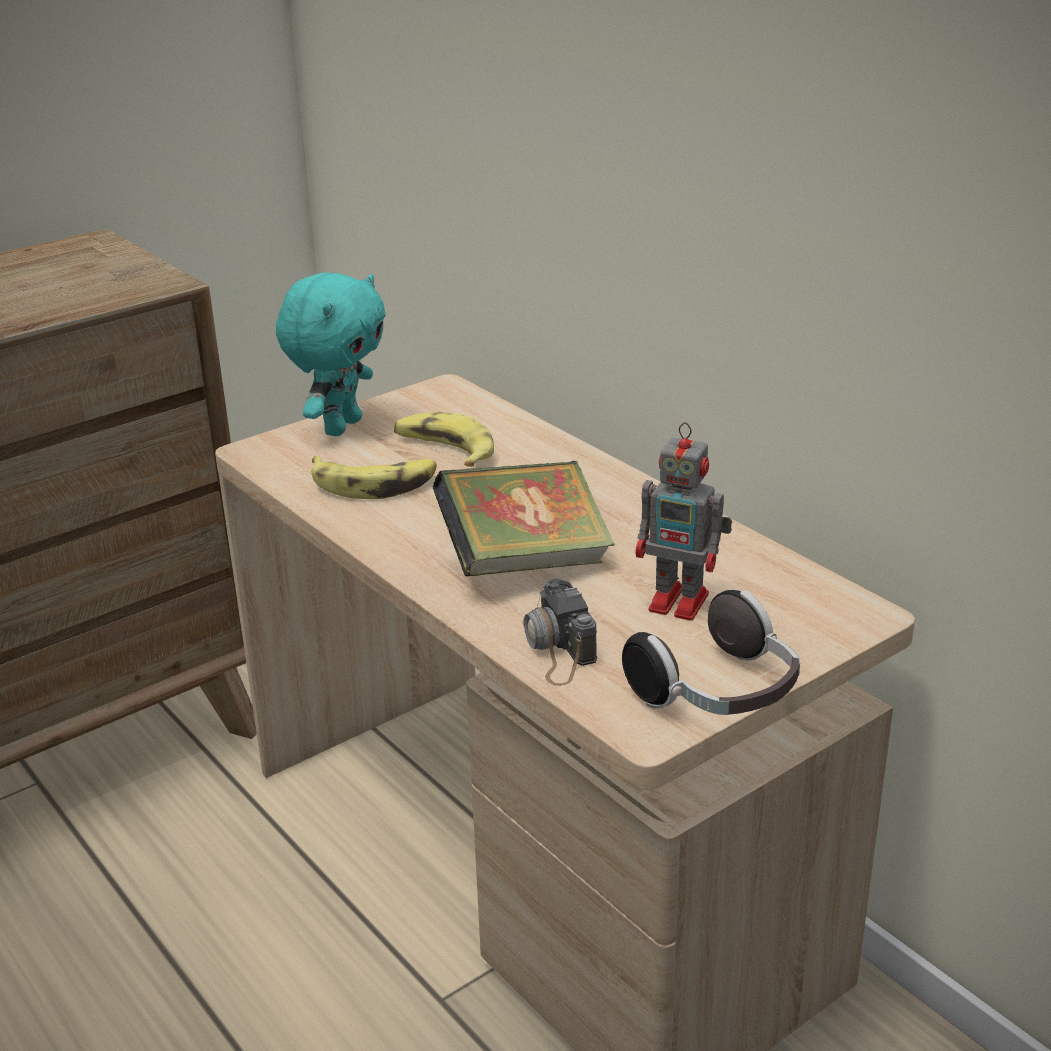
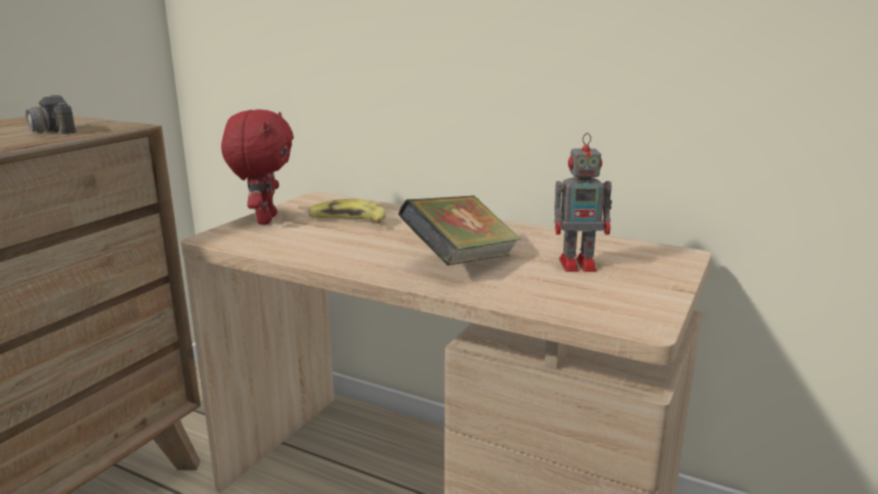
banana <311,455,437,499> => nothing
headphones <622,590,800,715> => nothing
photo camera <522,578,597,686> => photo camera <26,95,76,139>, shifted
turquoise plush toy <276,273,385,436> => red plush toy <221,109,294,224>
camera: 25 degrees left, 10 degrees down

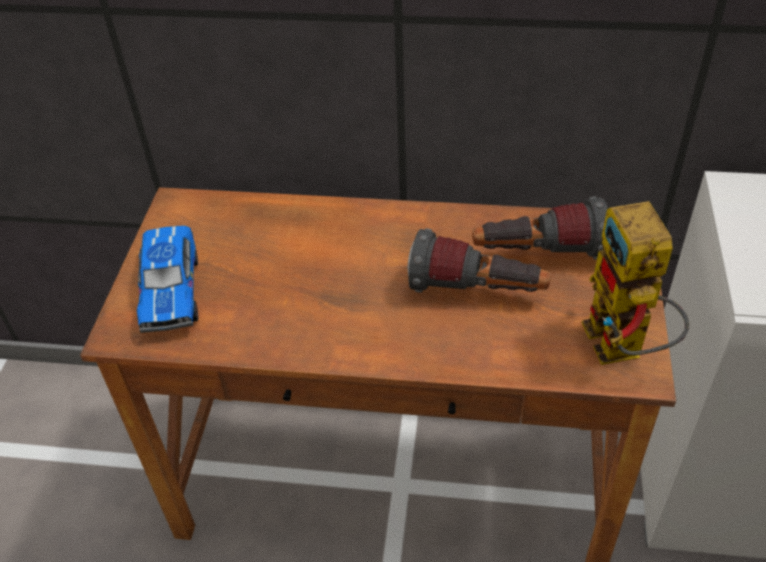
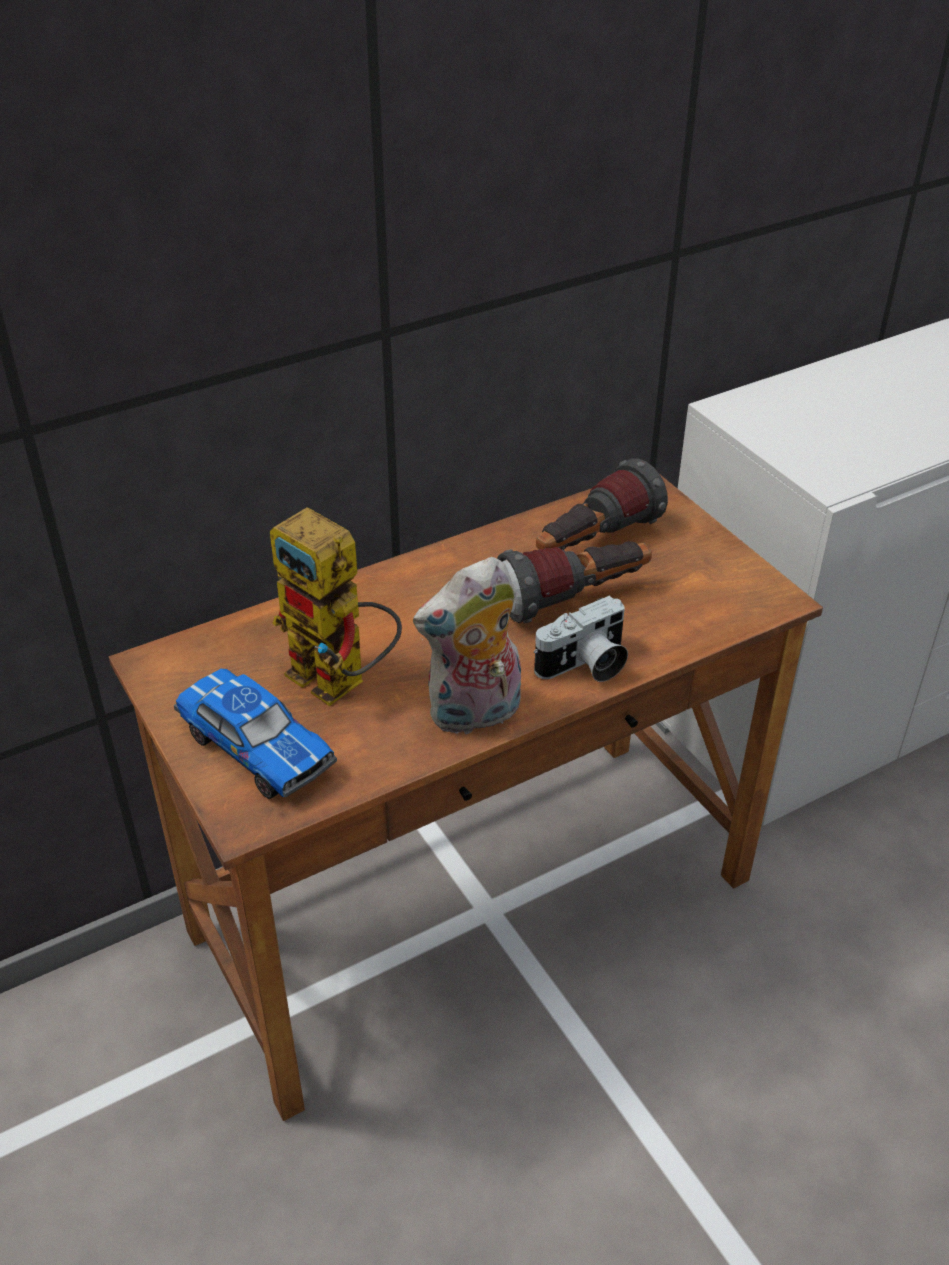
nothing => plush toy <413,557,521,734>
nothing => photo camera <534,596,628,682>
toy robot <581,201,689,365> => toy robot <270,507,402,706>, shifted
camera: 40 degrees left, 5 degrees down

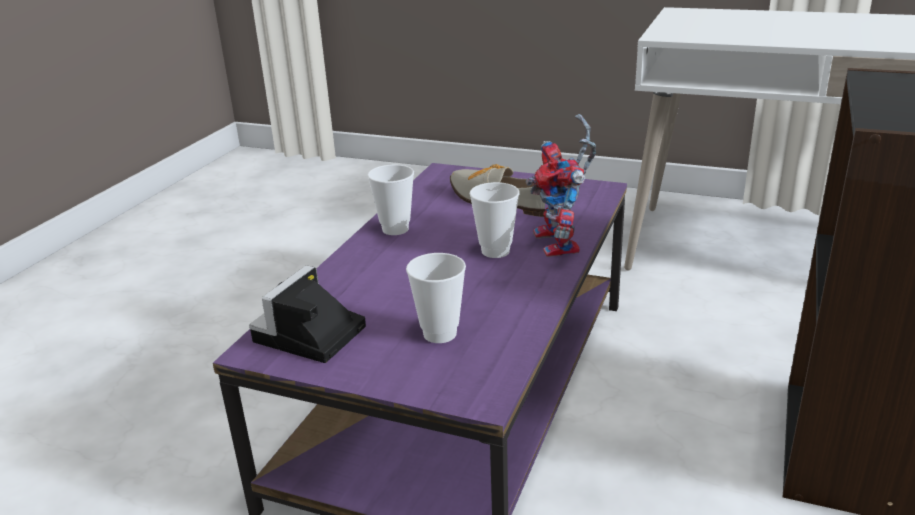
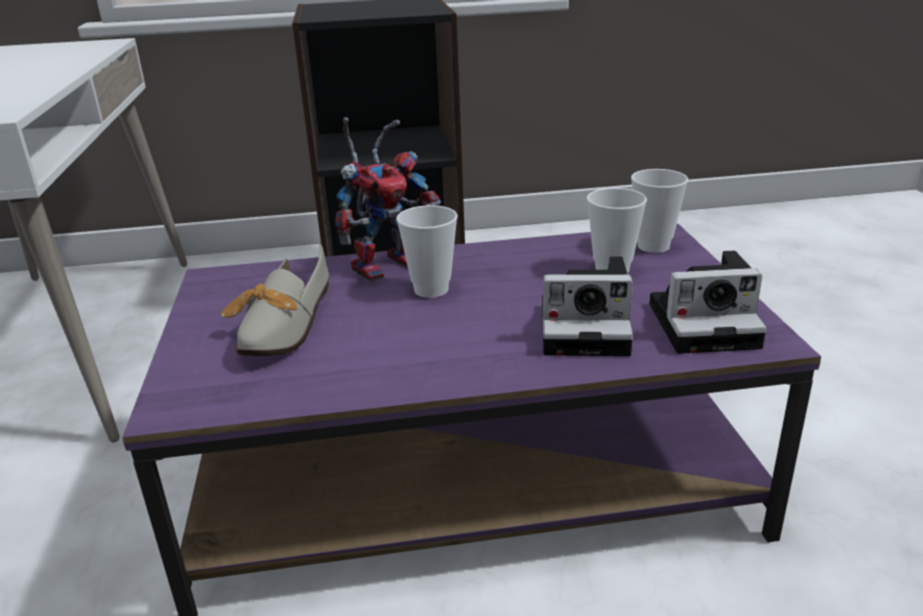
nothing => photo camera <542,256,633,356>
cup <367,164,414,235> => cup <631,169,688,253>, shifted
camera: 120 degrees left, 0 degrees up

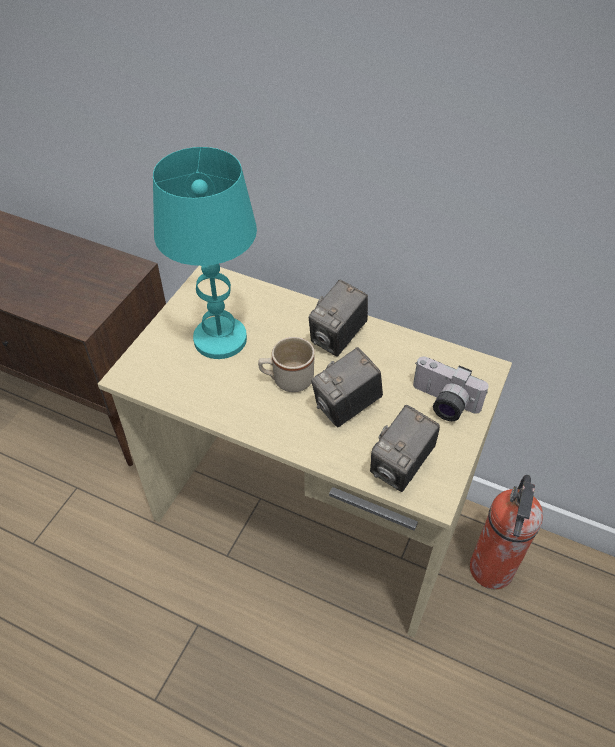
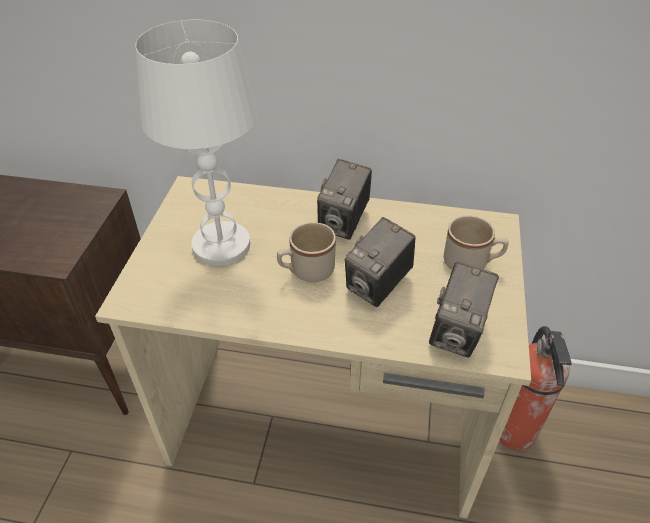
photo camera <413,357,489,421> => beige mug <444,216,509,270>
turquoise table lamp <153,147,257,359> => white table lamp <135,20,258,266>
camera: 15 degrees left, 5 degrees down

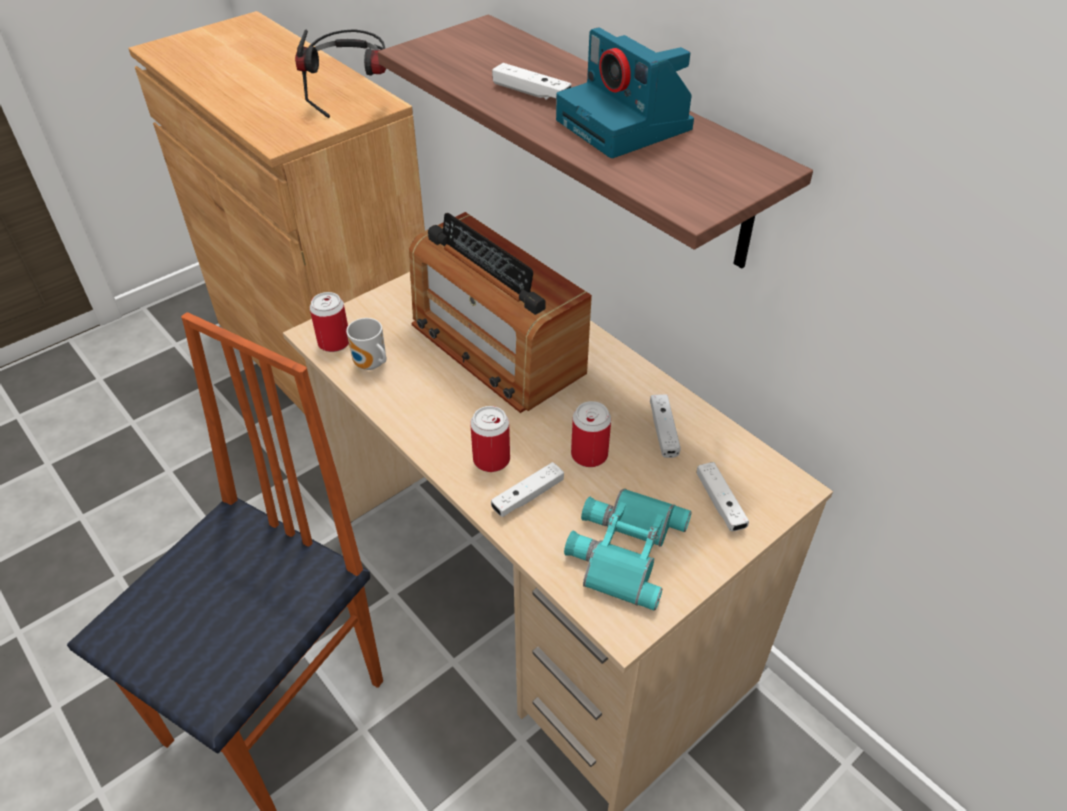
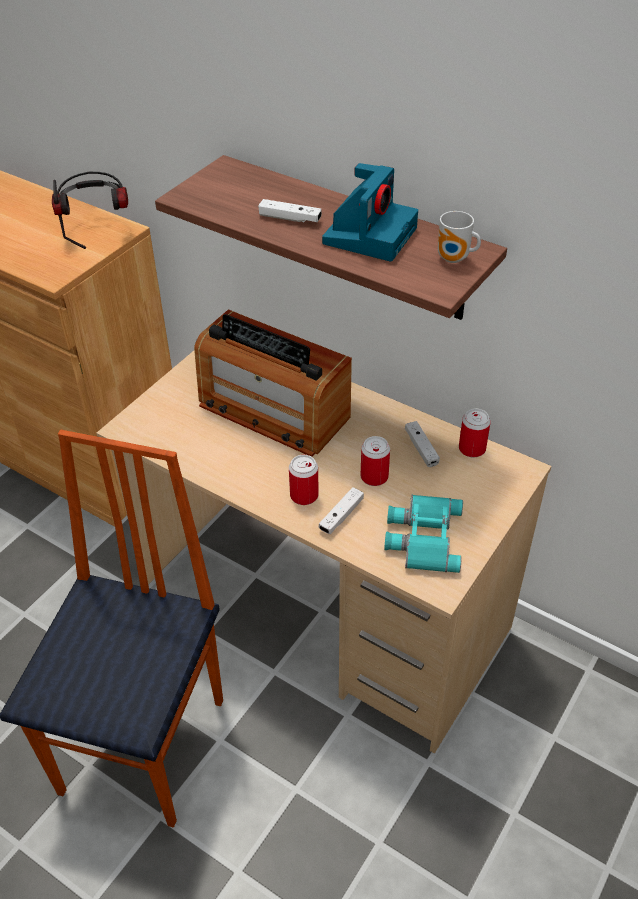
white game controller <697,462,749,531> => nothing
can <310,292,349,352> => can <459,408,491,457>, shifted
mug <346,318,386,370> => mug <438,211,481,263>, shifted
photo camera <556,28,694,158> => photo camera <322,163,418,261>, 105 degrees counterclockwise
camera: 15 degrees left, 0 degrees up

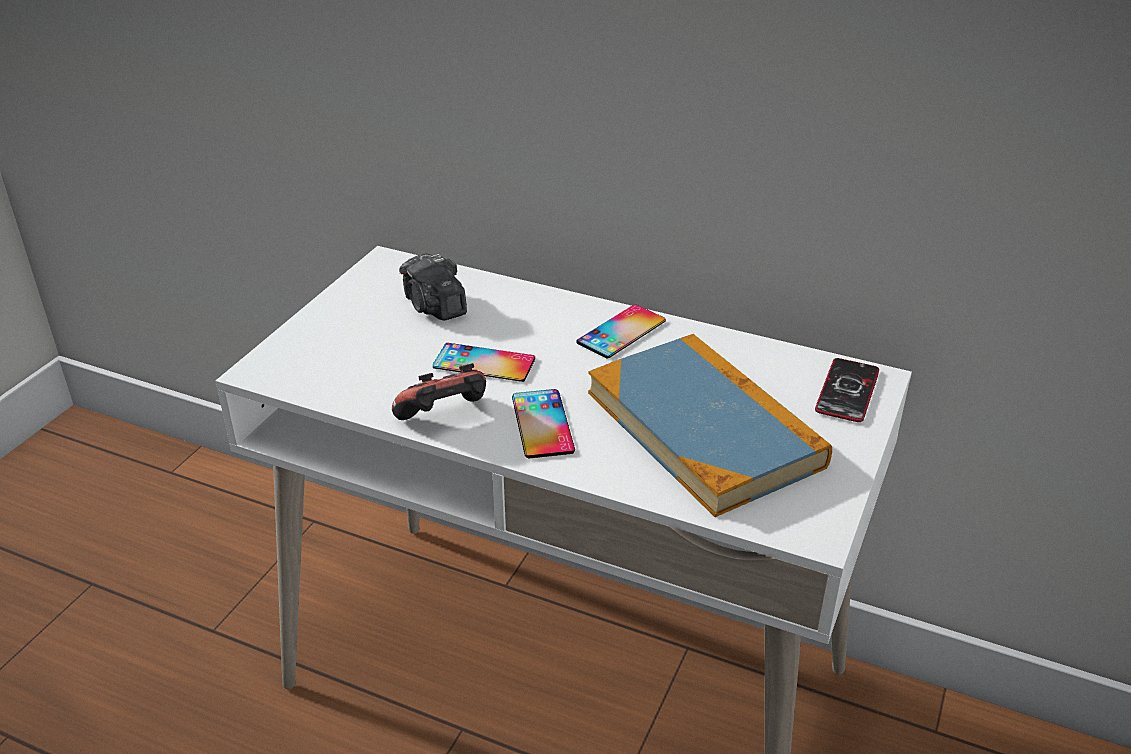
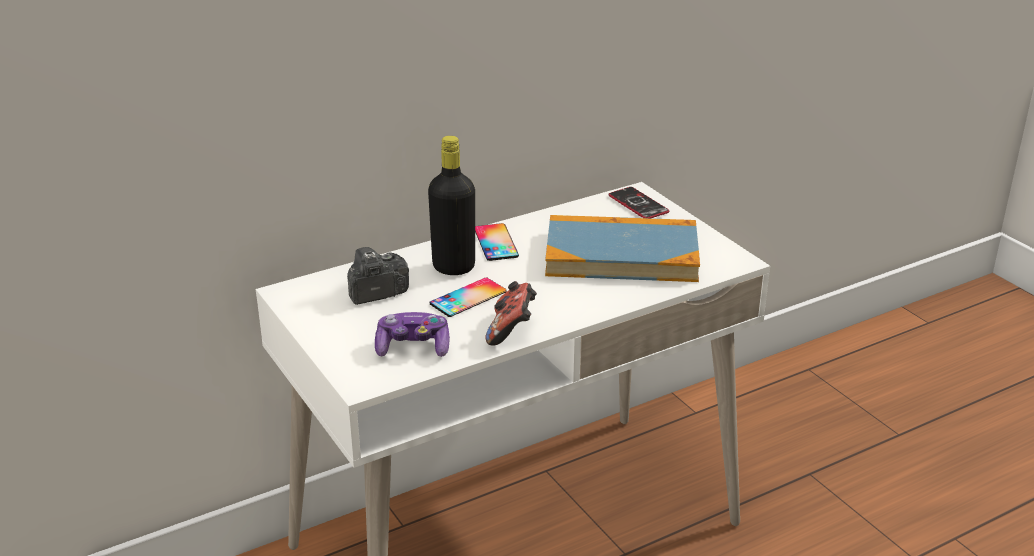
phone <512,389,575,458> => nothing
nothing => game controller <375,312,450,357>
nothing => black bottle <428,136,475,275>
photo camera <399,253,467,321> => photo camera <347,247,409,305>, 150 degrees clockwise
camera: 55 degrees left, 5 degrees down

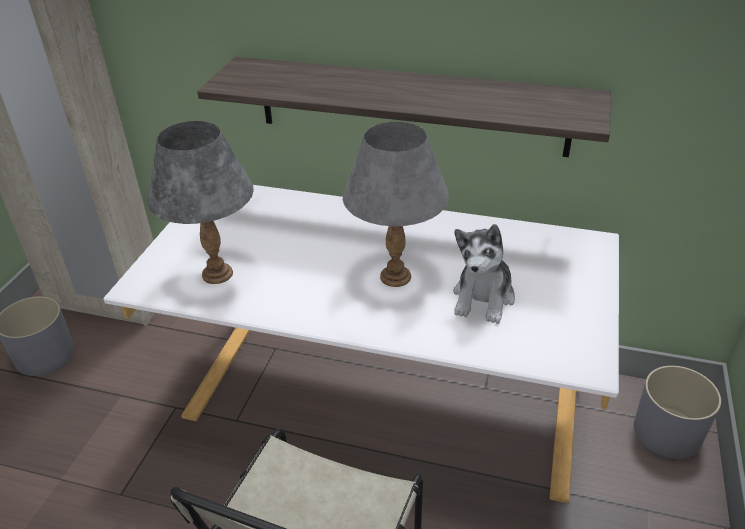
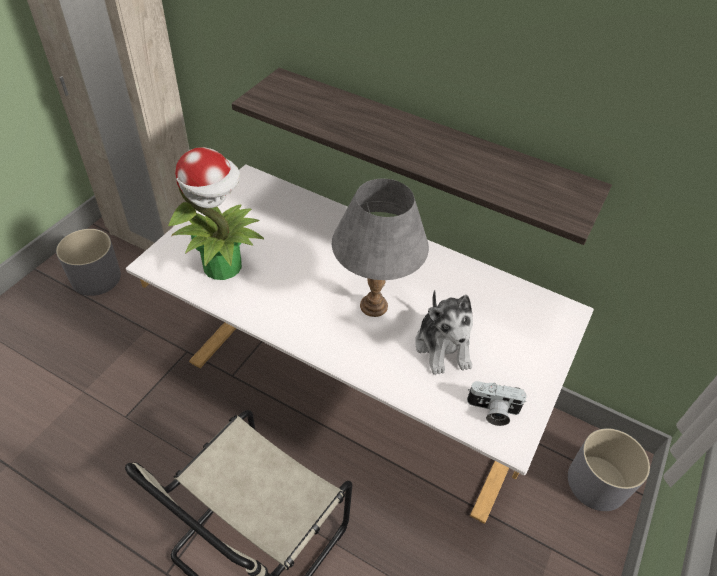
nothing => photo camera <467,381,527,426>
grey table lamp <147,121,254,284> => potted plant <168,147,265,280>
plush toy <453,224,515,324> => plush toy <415,290,473,375>, 45 degrees counterclockwise
camera: 10 degrees right, 10 degrees up

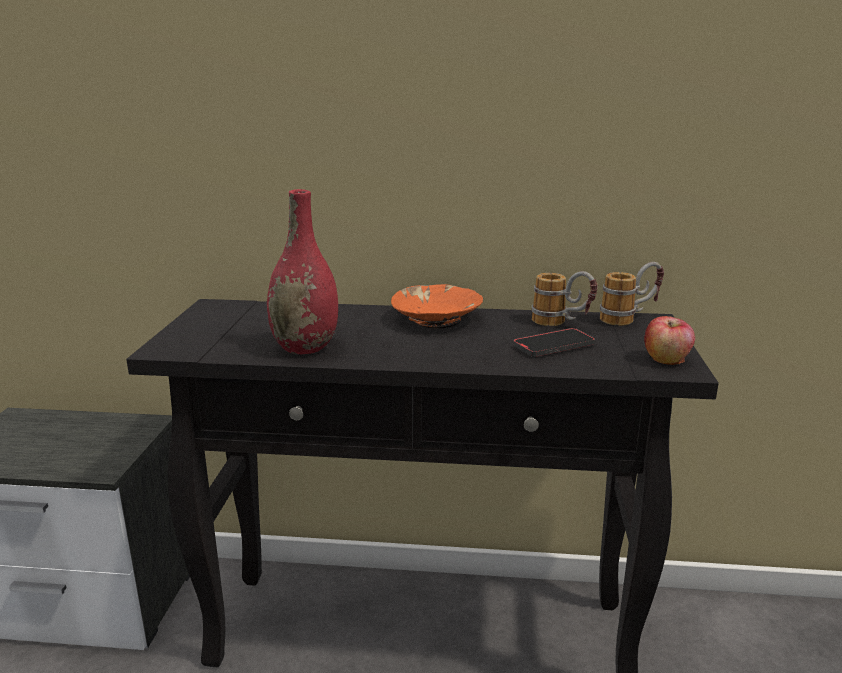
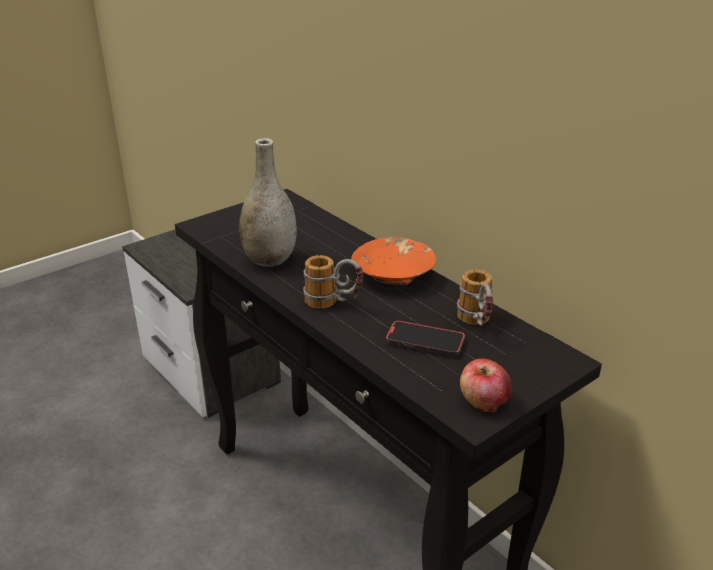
mug <600,262,664,326> => mug <303,255,363,309>, shifted
red vase <267,189,338,354> => grey vase <239,138,297,267>
camera: 45 degrees right, 10 degrees up

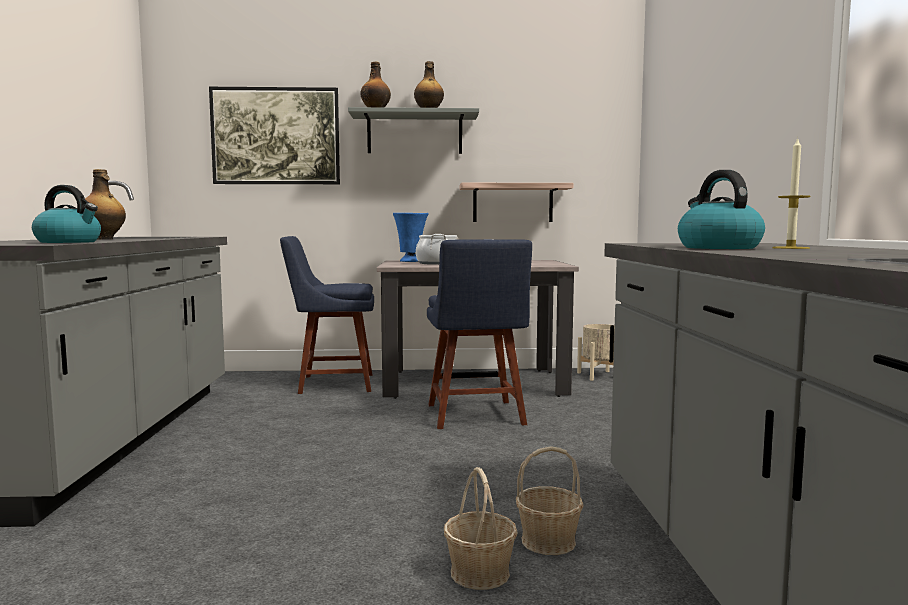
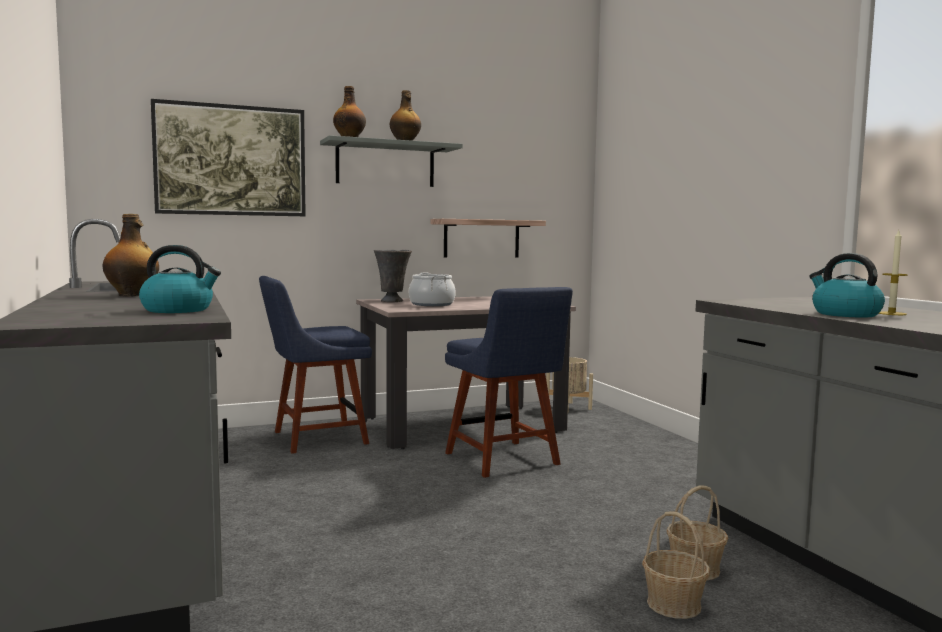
blue vase <393,213,429,262> => grey vase <374,250,412,302>
camera: 20 degrees left, 0 degrees up

